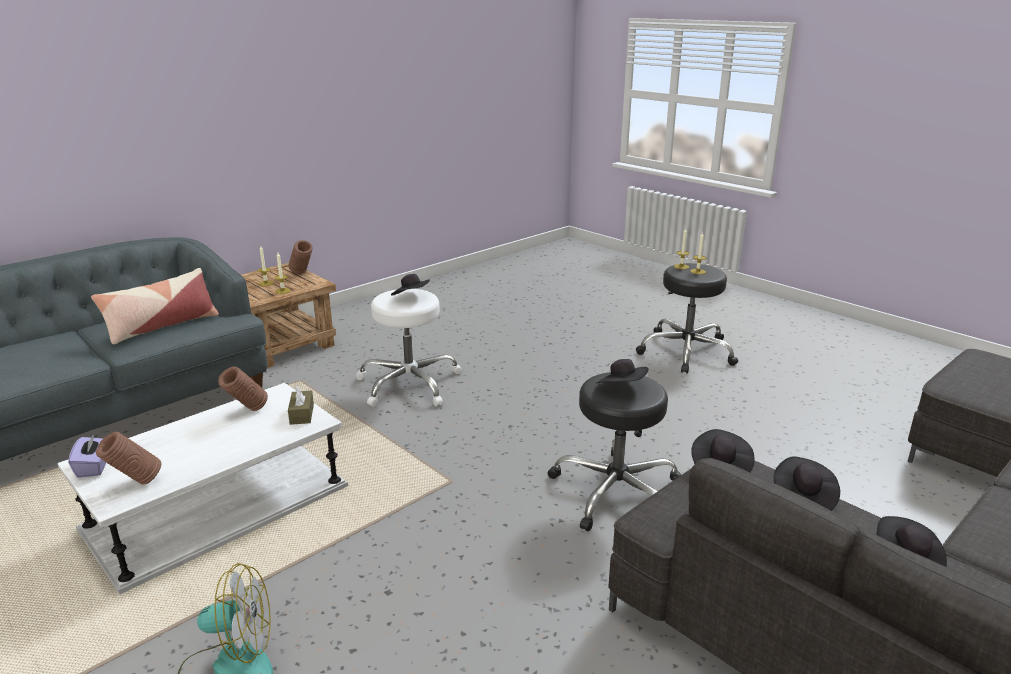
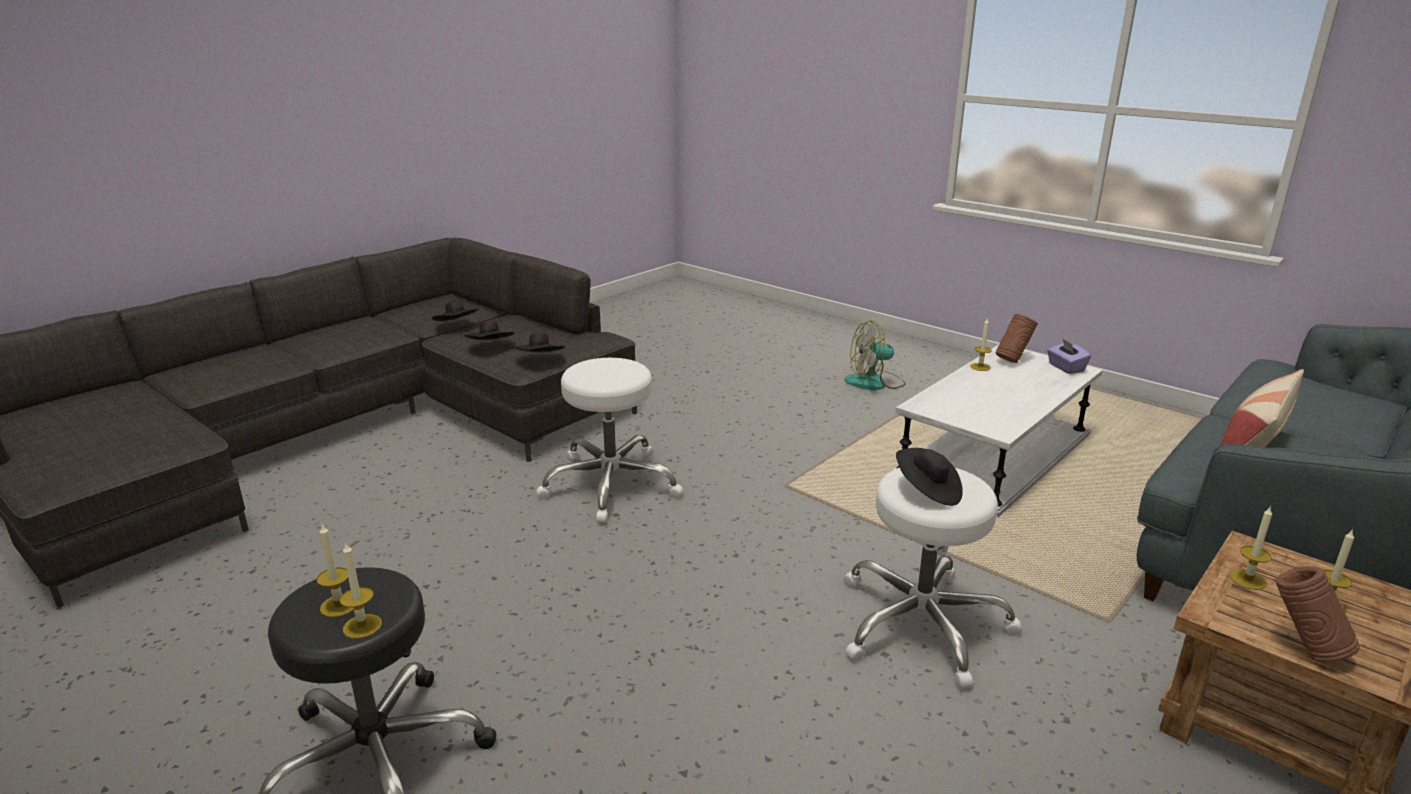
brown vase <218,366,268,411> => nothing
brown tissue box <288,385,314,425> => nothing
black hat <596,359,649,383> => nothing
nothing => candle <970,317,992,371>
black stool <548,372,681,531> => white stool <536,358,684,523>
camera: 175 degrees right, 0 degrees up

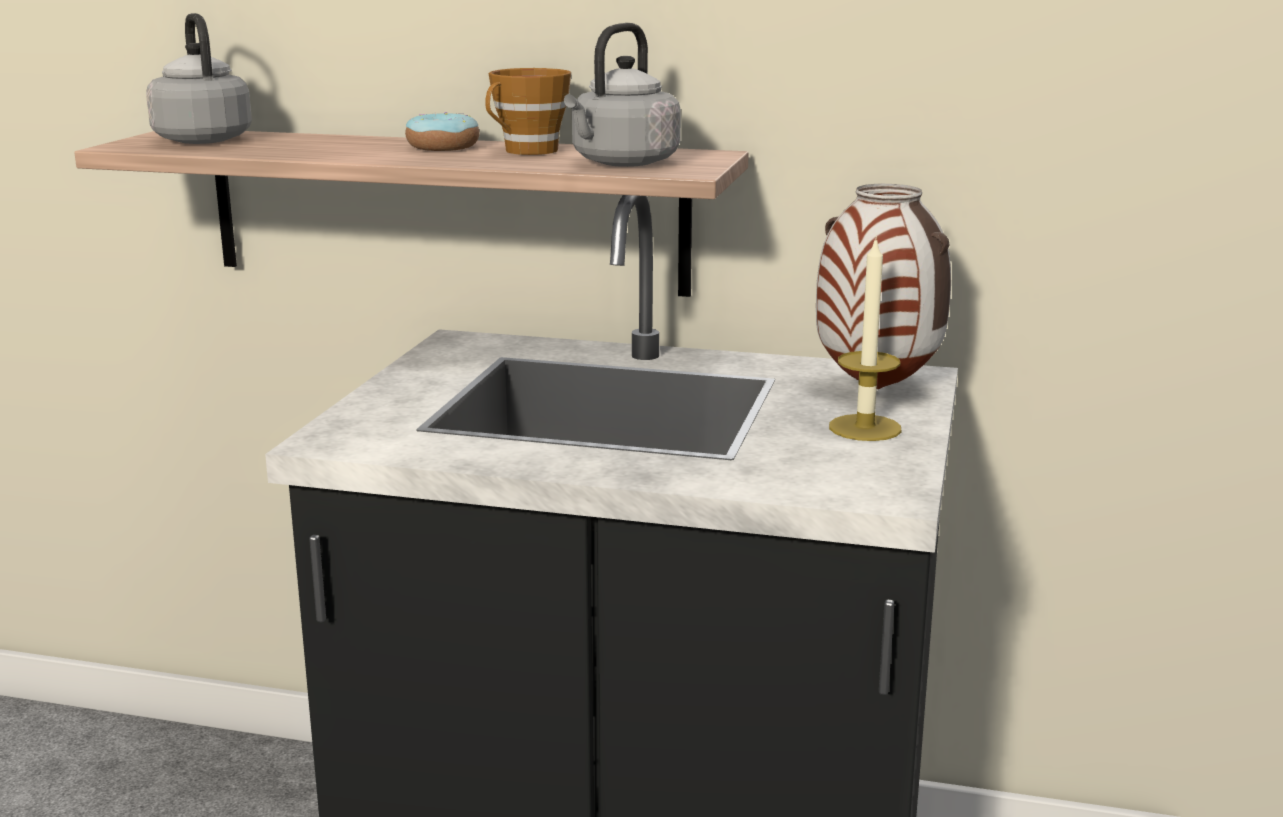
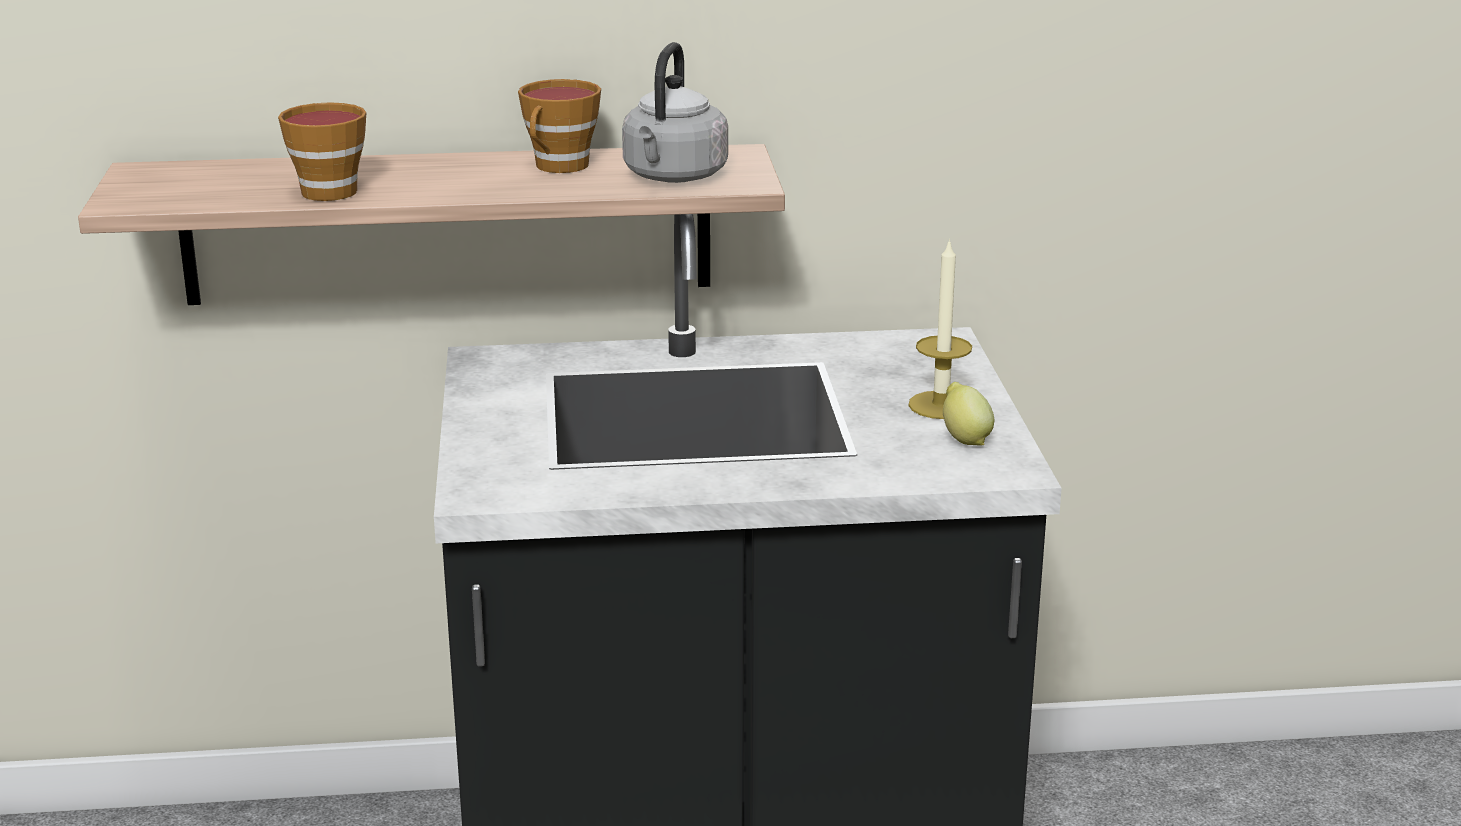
grey kettle <146,13,252,144> => nothing
donut <405,112,480,151> => nothing
vase <816,184,951,389> => nothing
nothing => cup <278,102,366,201>
nothing => lemon <943,382,994,446>
camera: 20 degrees left, 5 degrees up

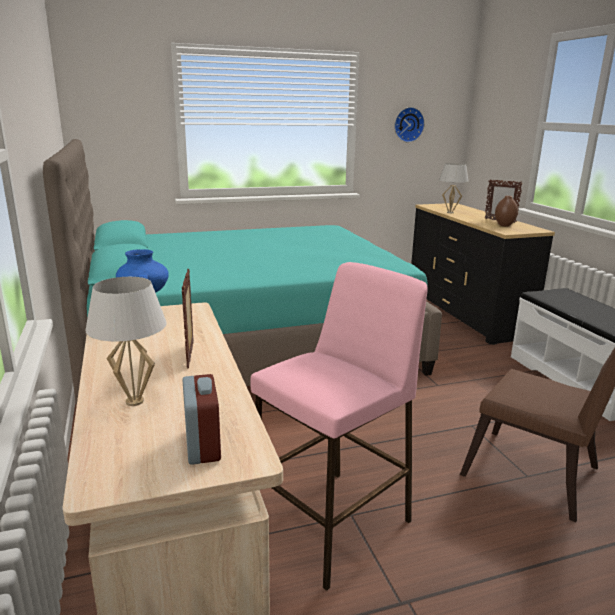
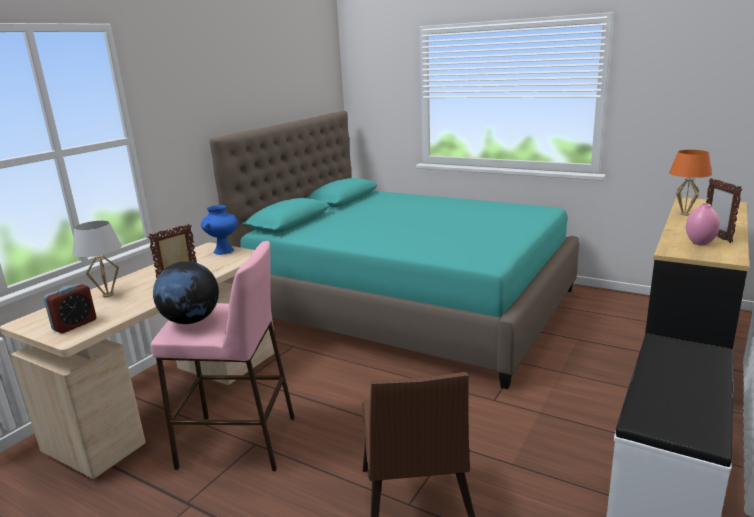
wall clock <394,107,425,142> => nothing
nothing => globe <153,261,219,324>
white table lamp <439,163,469,213> => orange table lamp <669,150,712,216>
brown vase <495,196,518,226> => pink vase <686,203,720,245>
camera: 50 degrees right, 0 degrees up

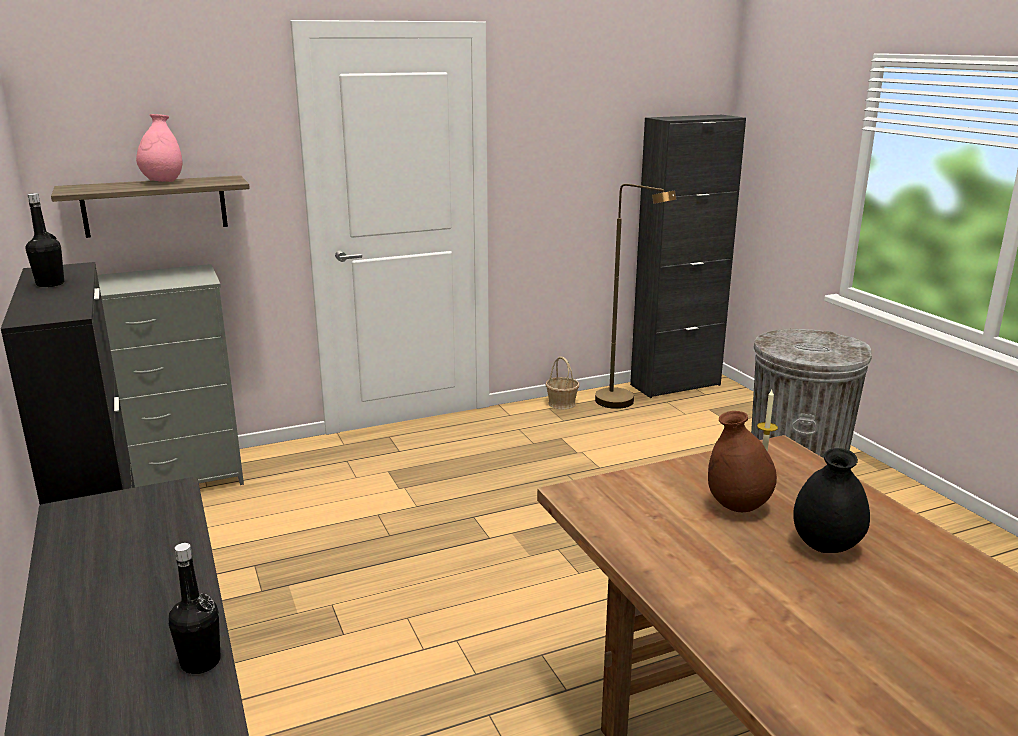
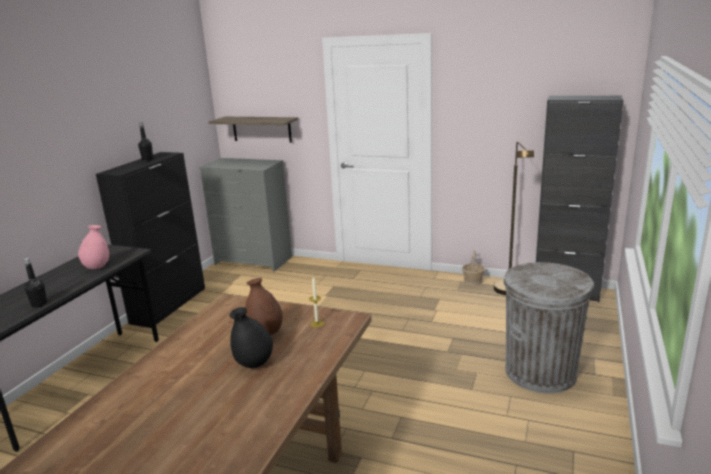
pink vase <136,114,182,182> => pink vase <78,225,109,269>, shifted
camera: 45 degrees right, 0 degrees up

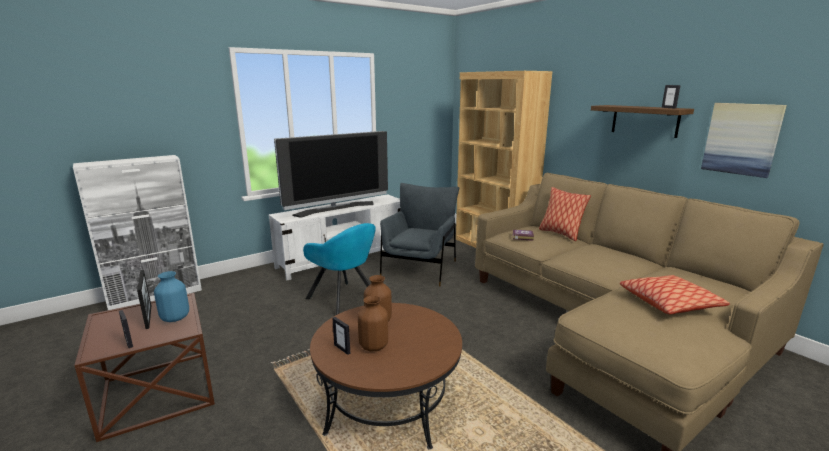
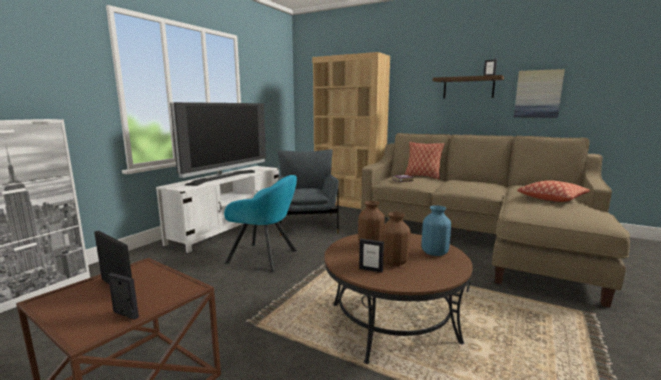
blue vase <154,271,189,322> => blue vase <421,205,451,256>, shifted
camera: 25 degrees left, 5 degrees down

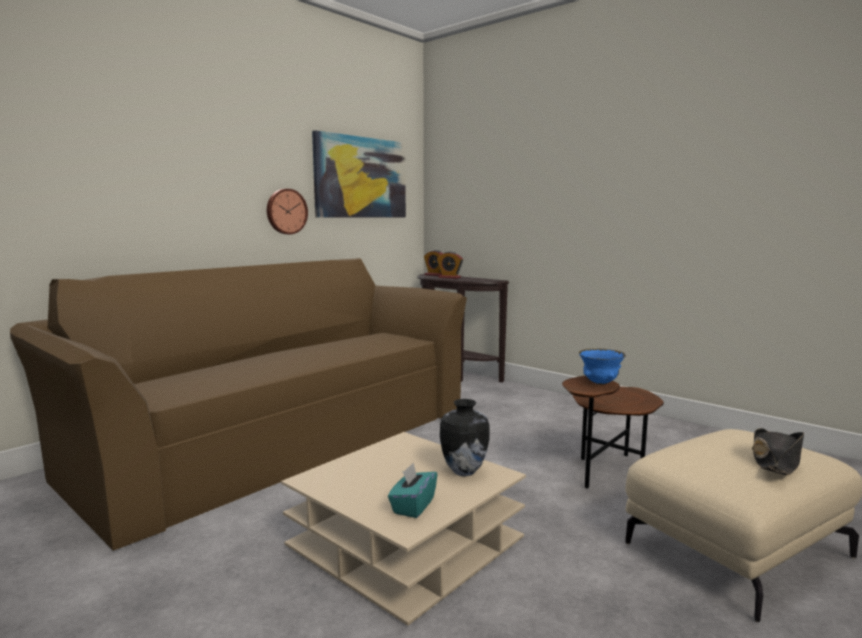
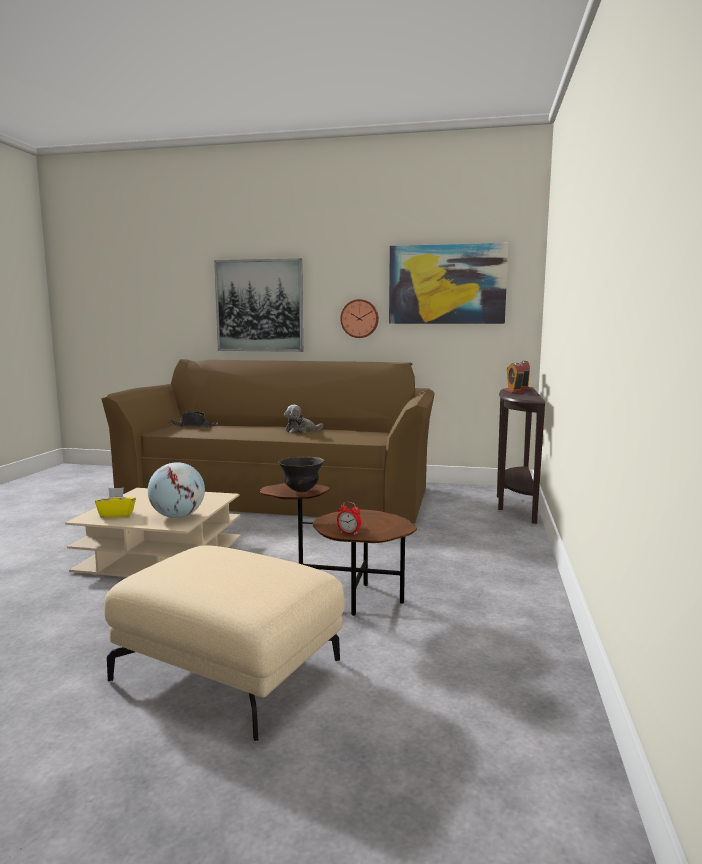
nothing => picture <214,258,303,352>
nothing => plush toy <284,405,323,434>
nothing => alarm clock <337,501,361,535>
black hat <752,428,804,475> => black hat <169,412,218,427>, shifted
vase <440,399,490,476> => globe <148,462,205,518>
turquoise tissue box <388,463,437,518> => yellow tissue box <95,487,136,518>
blue bowl <579,348,626,385> => black bowl <278,457,325,492>
camera: 60 degrees right, 0 degrees up

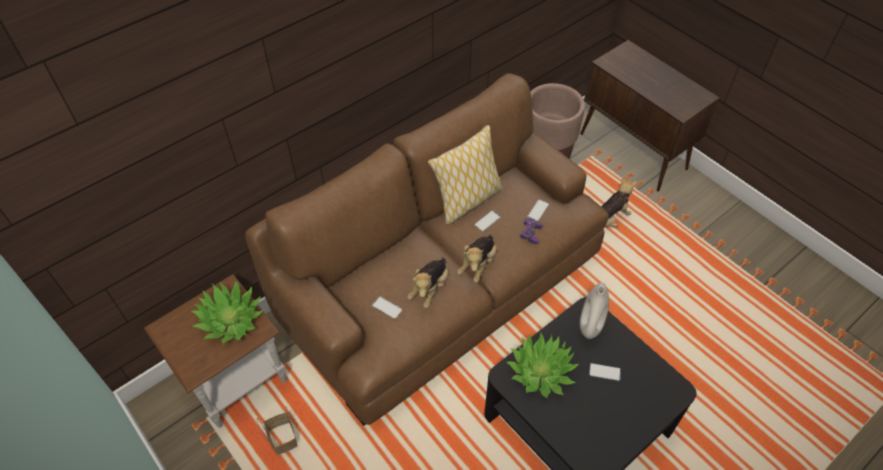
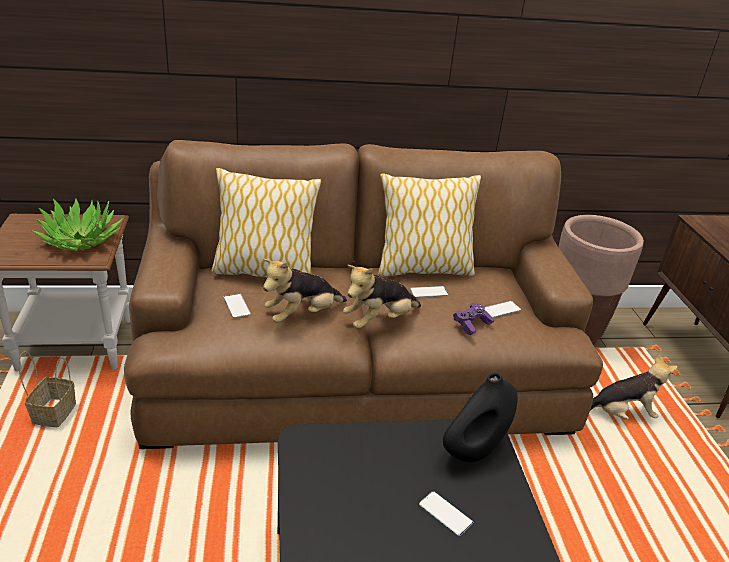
potted plant <506,333,579,398> => nothing
nothing => pillow <211,168,321,277>
white vase <580,283,609,339> => black vase <443,373,517,462>
camera: 30 degrees right, 20 degrees down

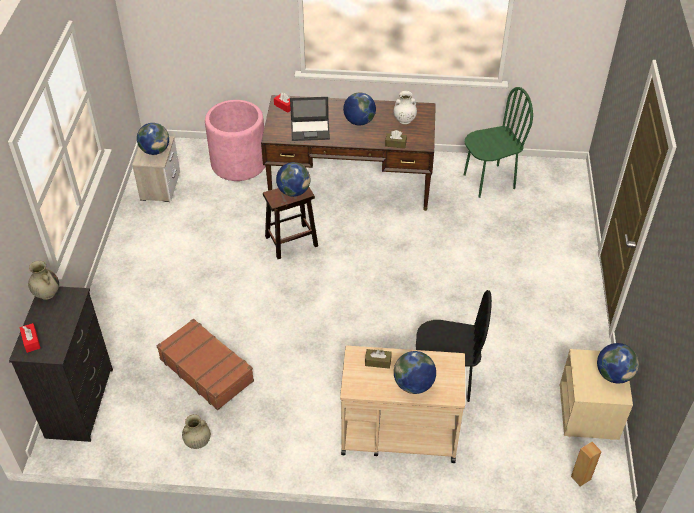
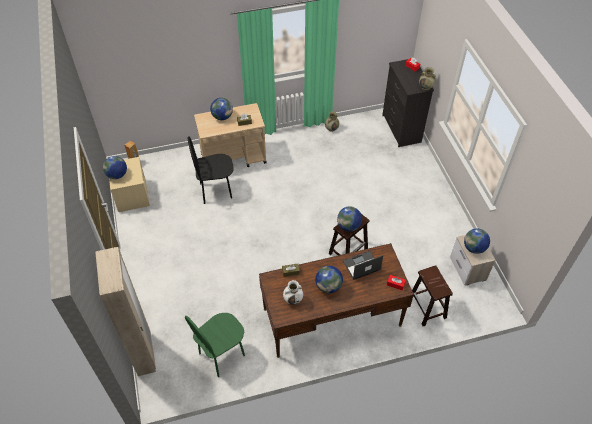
brown suitcase <157,319,254,410> => nothing
nothing => beige wardrobe <95,247,156,376>
pink planter <205,100,265,181> => brown stool <412,265,453,326>
camera: 160 degrees right, 5 degrees up

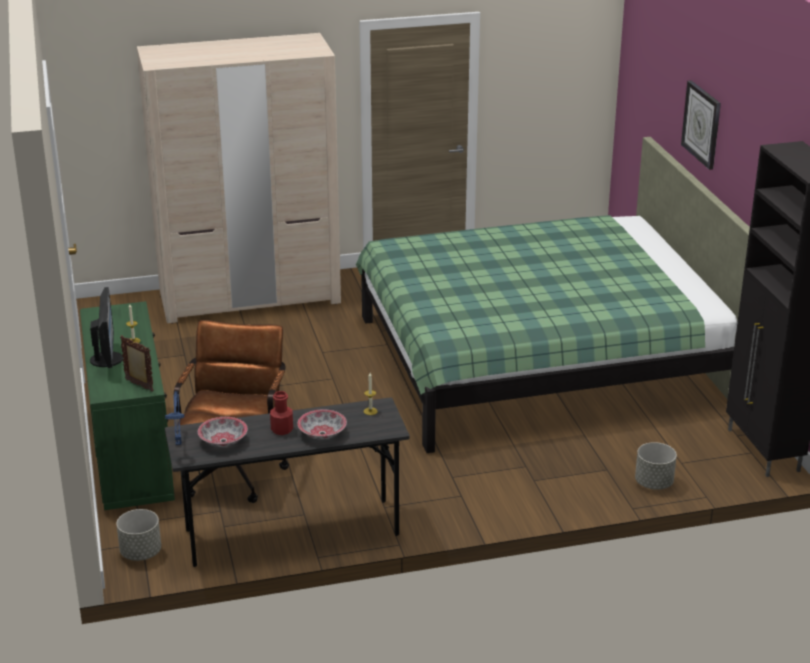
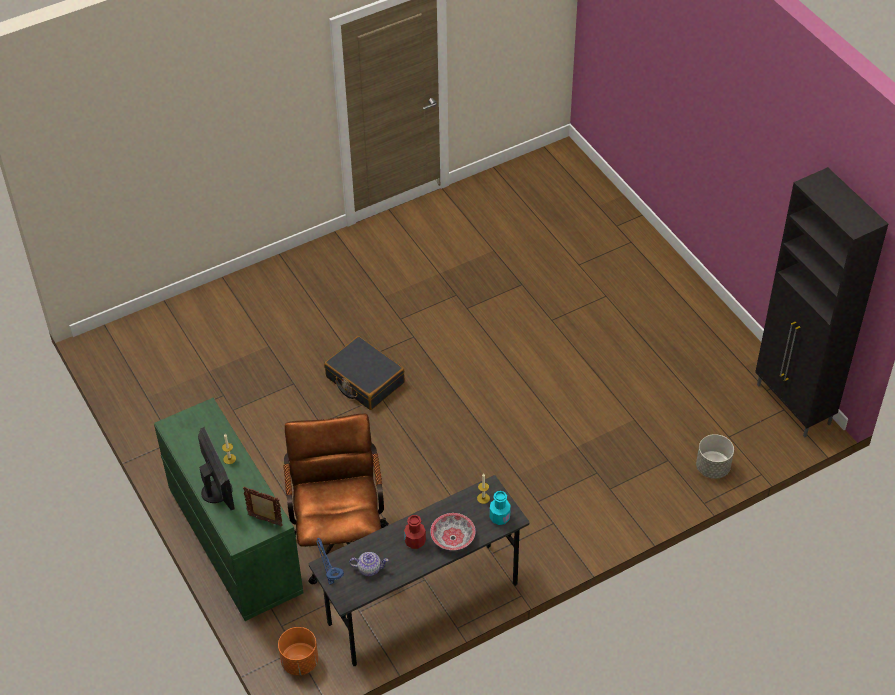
beige wardrobe <137,33,341,323> => nothing
green bed <356,137,750,453> => nothing
wall clock <681,80,721,170> => nothing
nothing => black suitcase <324,336,405,410>
nothing => turquoise bottle <490,491,511,525>
bowl <198,417,248,447> => teapot <349,552,389,576>
grey planter <116,509,161,561> => orange planter <278,627,318,675>
camera: 15 degrees left, 20 degrees up

